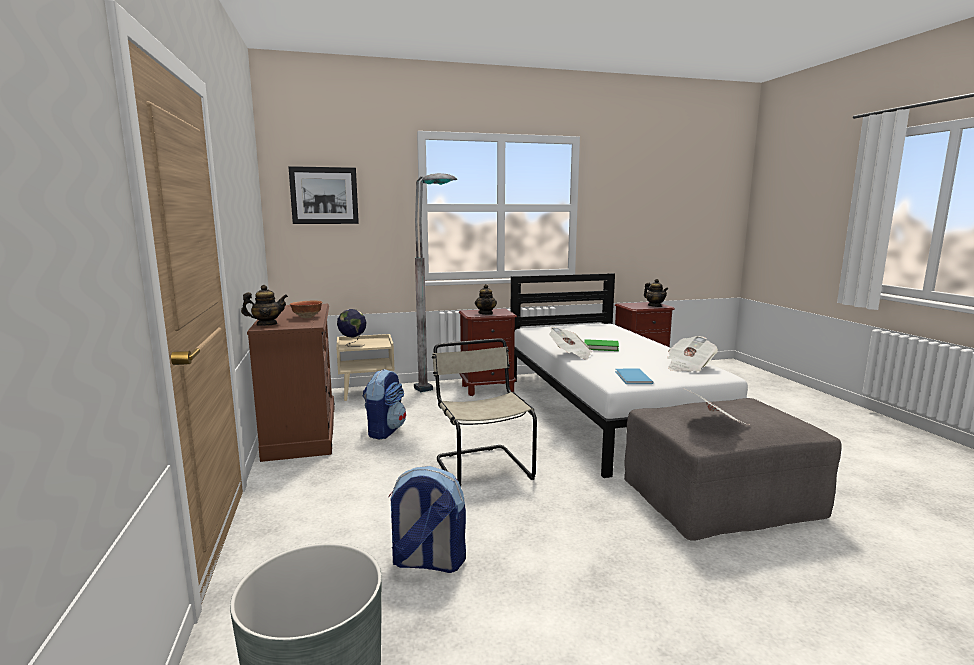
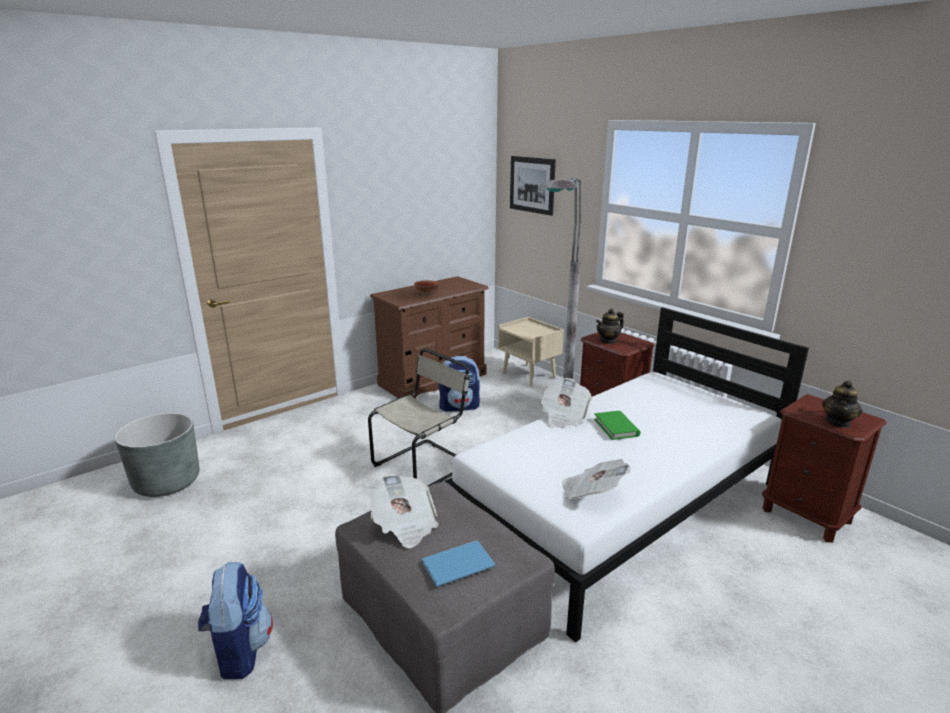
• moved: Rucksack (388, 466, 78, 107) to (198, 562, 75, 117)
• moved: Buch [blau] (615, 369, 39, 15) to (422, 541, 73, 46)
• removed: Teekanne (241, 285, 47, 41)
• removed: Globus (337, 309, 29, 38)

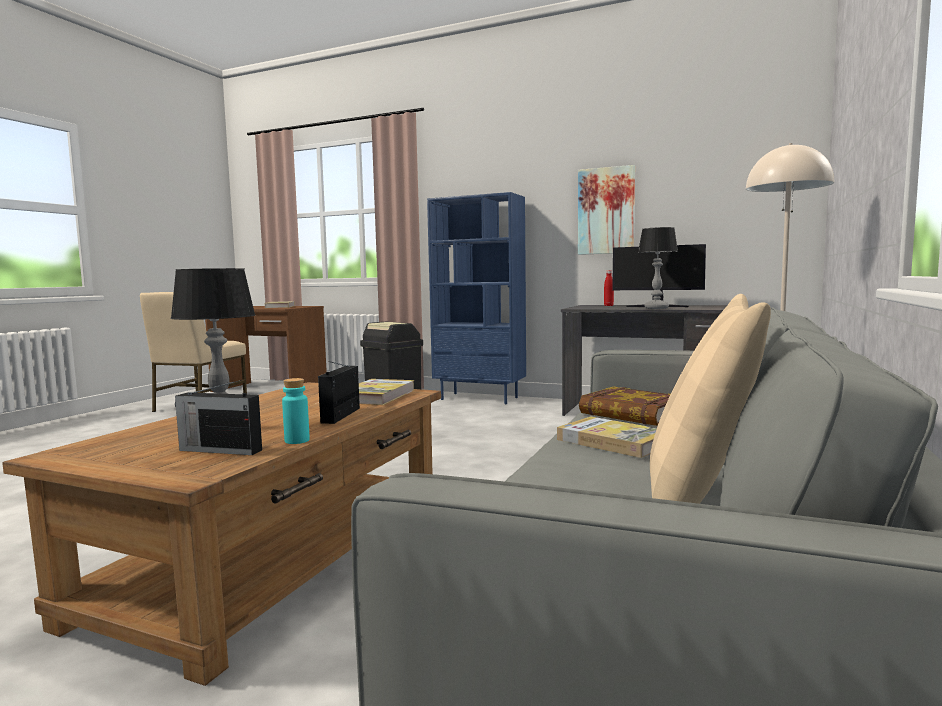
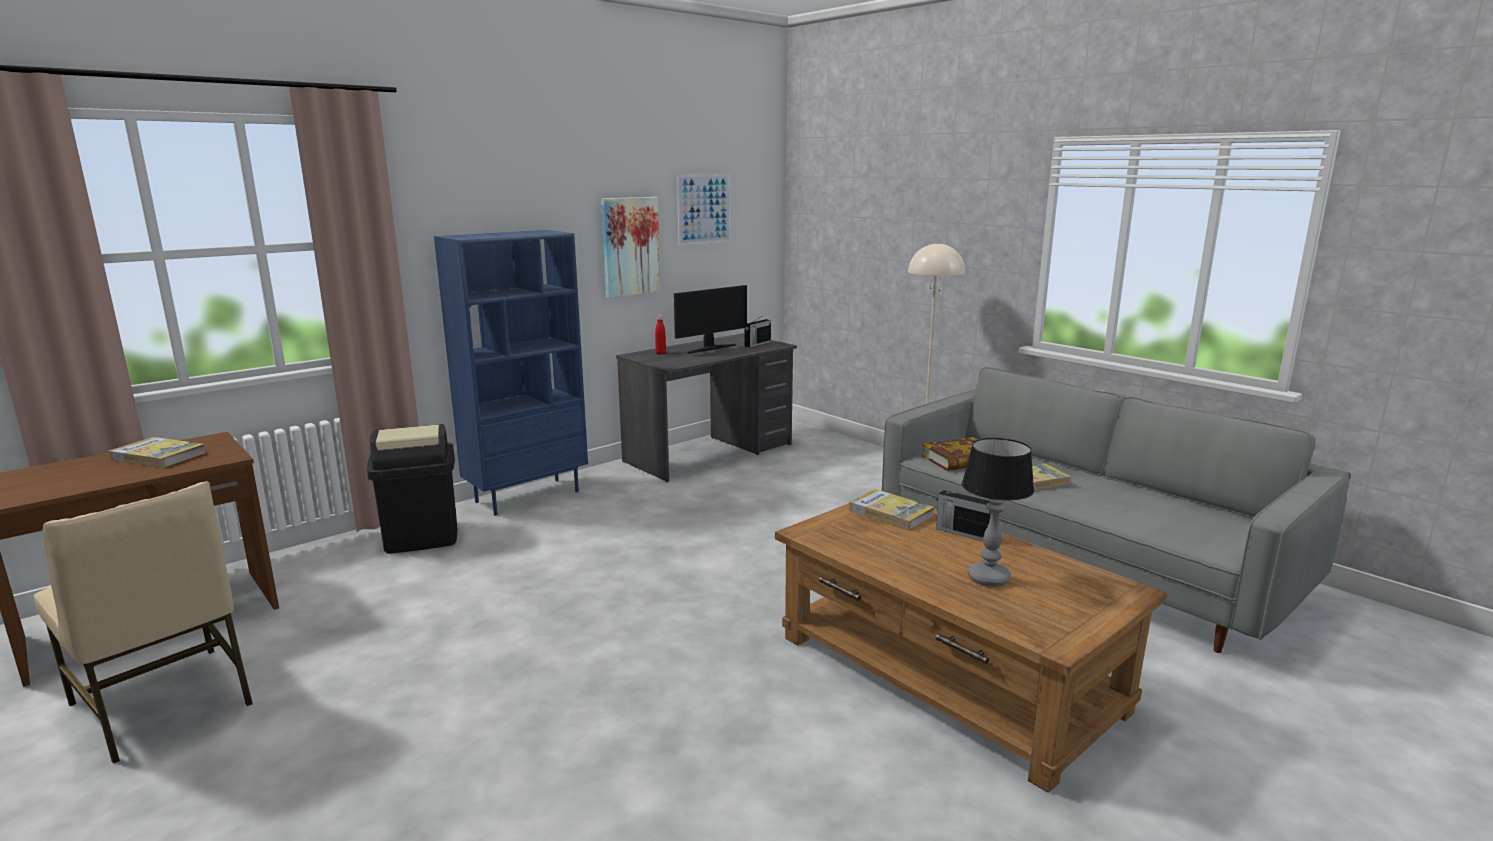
• added: Bild (677, 174, 54, 72)
• moved: Radio (175, 380, 87, 75) to (745, 315, 26, 32)
• removed: Flasche [türkis] (282, 378, 28, 66)
• removed: Tischlampe (638, 227, 40, 82)
• removed: Kissen [beige] (650, 294, 121, 210)

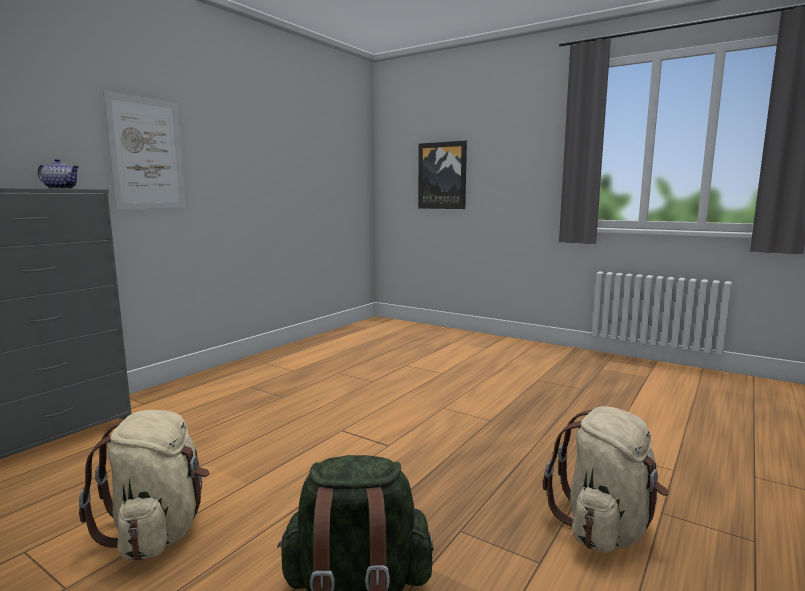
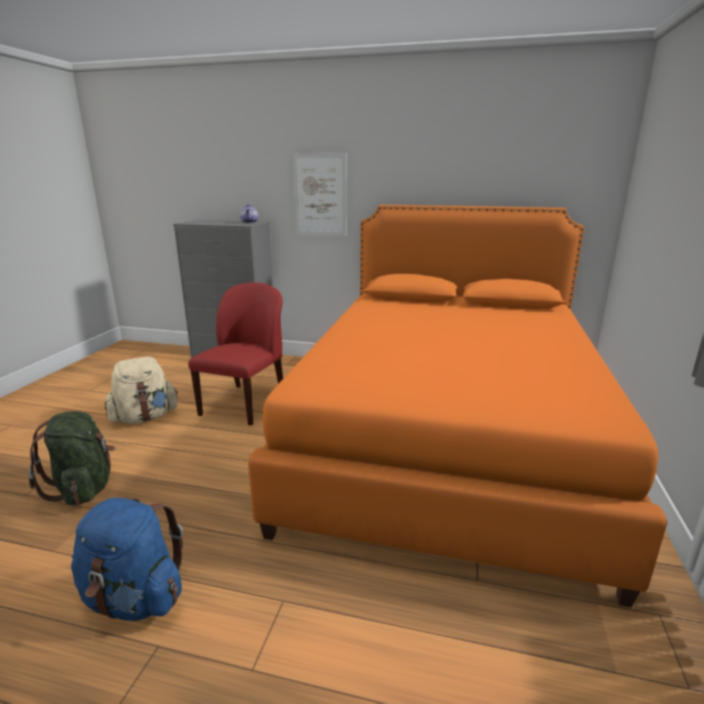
• recoloured: Rucksack [beige] (543, 406, 126, 147) to Rucksack [blau] (71, 497, 112, 124)
• added: Stuhl [rot] (188, 282, 95, 143)
• added: Bett [orange] (248, 205, 419, 402)
• removed: Bild (418, 141, 49, 68)

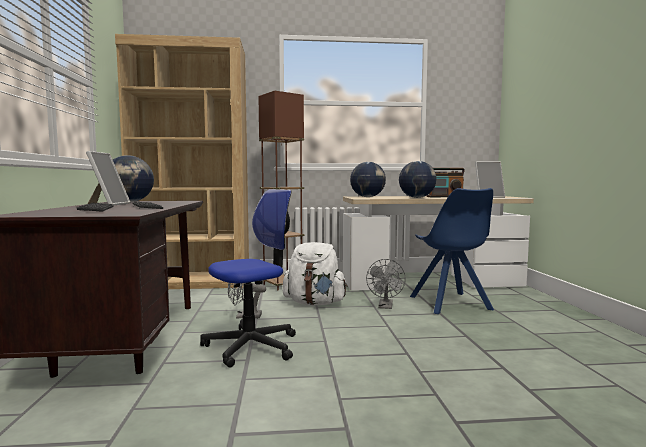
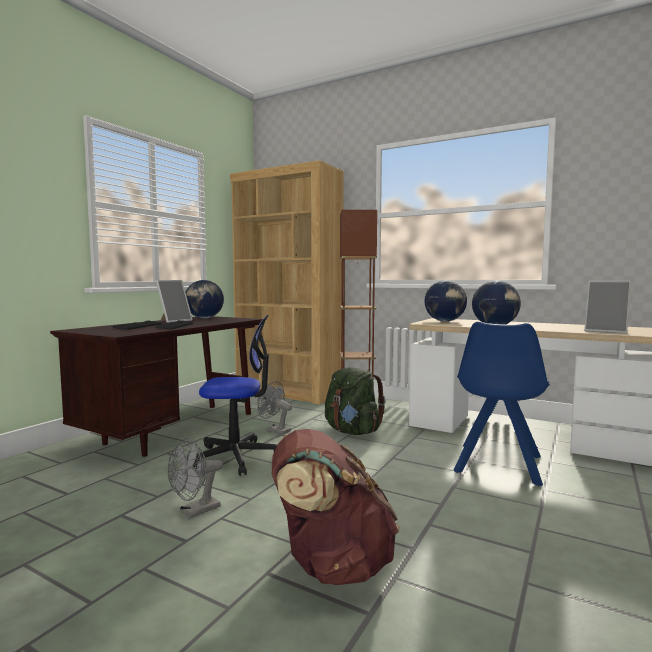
• moved: Ventilator [grau] (366, 259, 40, 50) to (168, 438, 55, 80)
• added: Rucksack [braun] (272, 429, 127, 156)
• recoloured: Rucksack [weiß] (283, 242, 65, 64) to Rucksack [grün] (325, 367, 61, 68)
• removed: Radio (427, 168, 38, 29)

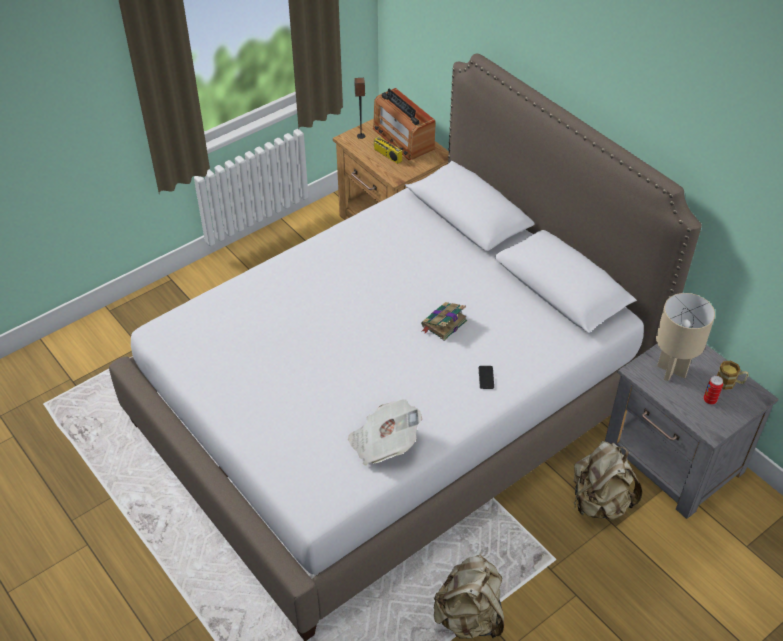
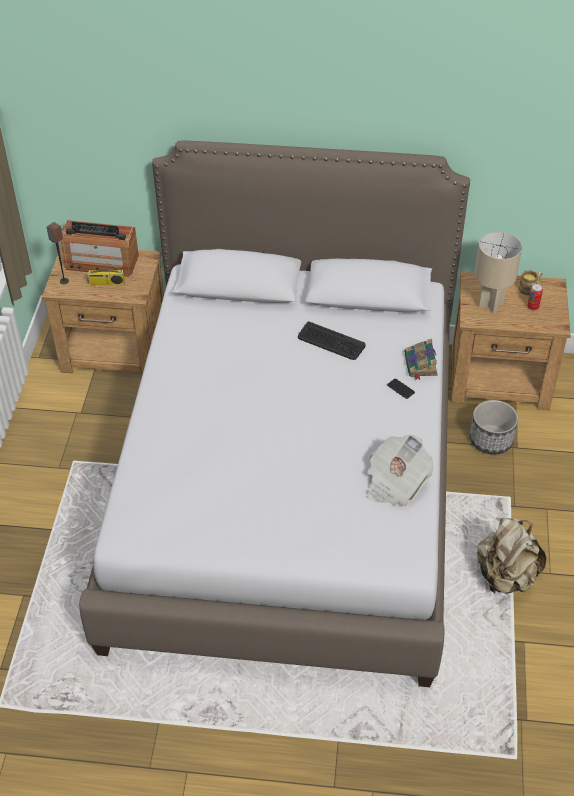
• added: Tastatur (298, 322, 68, 38)
• moved: Buch (421, 302, 46, 39) to (404, 339, 34, 41)
• recoloured: Nachttisch [grau] (605, 344, 174, 175) to Nachttisch [braun] (451, 272, 120, 138)
• replaced: Rucksack [beige] (573, 441, 70, 79) to Pflanzkübel (470, 400, 48, 54)

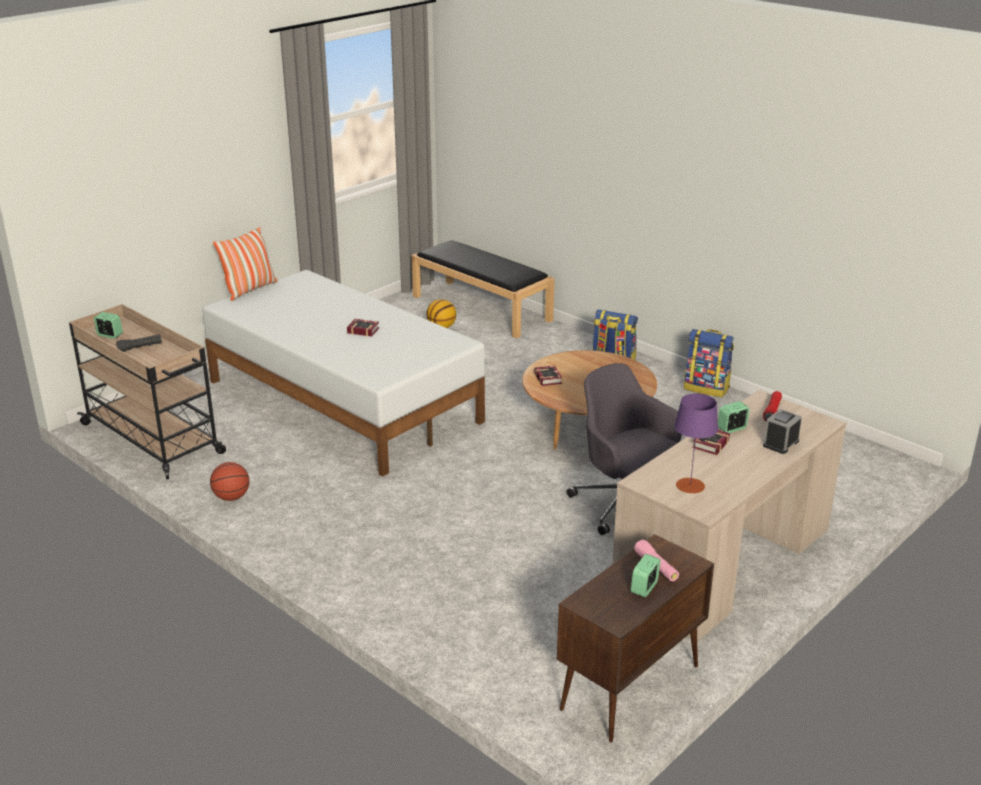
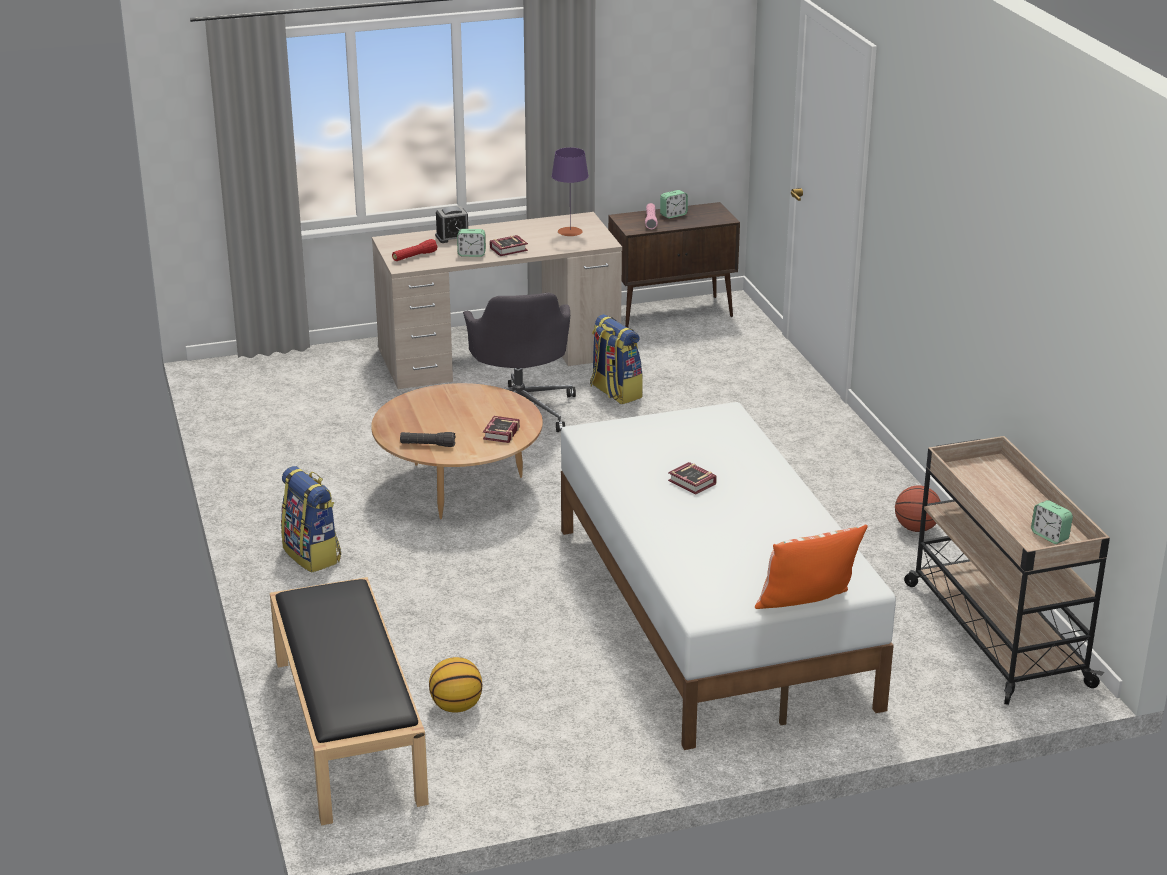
• moved: Taschenlampe [schwarz] (116, 334, 46, 18) to (400, 432, 56, 15)
• moved: Rucksack (684, 329, 50, 68) to (590, 314, 53, 90)

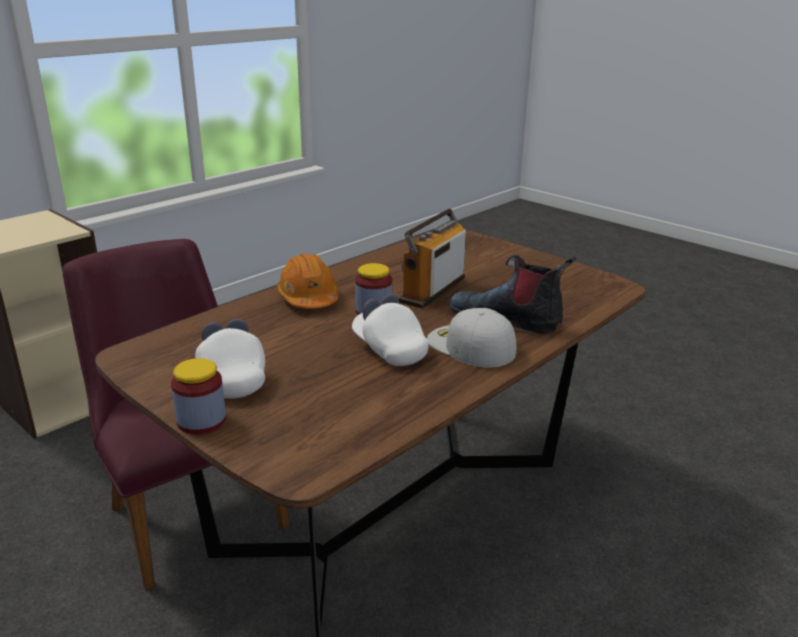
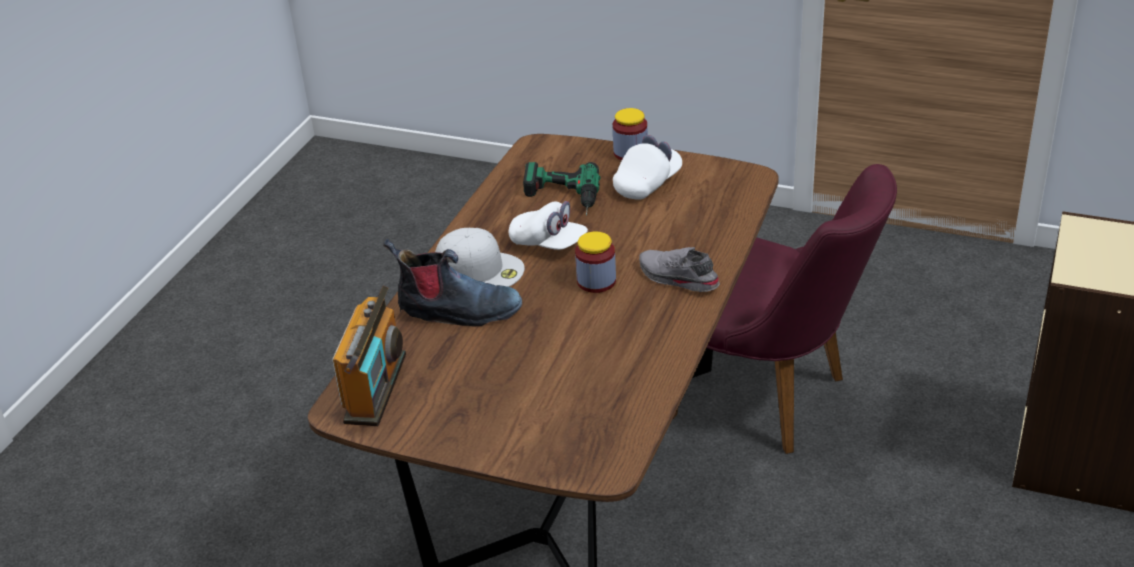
• moved: Radio (398, 209, 68, 100) to (332, 286, 74, 140)
• added: Bohrmaschine (523, 162, 78, 54)
• turned: Kappe [weiß] (195, 319, 70, 79) = (613, 135, 69, 65) 90 degrees counterclockwise
• replaced: Schutzhelm [orange] (277, 253, 61, 55) to Schuh [grau] (639, 247, 81, 45)

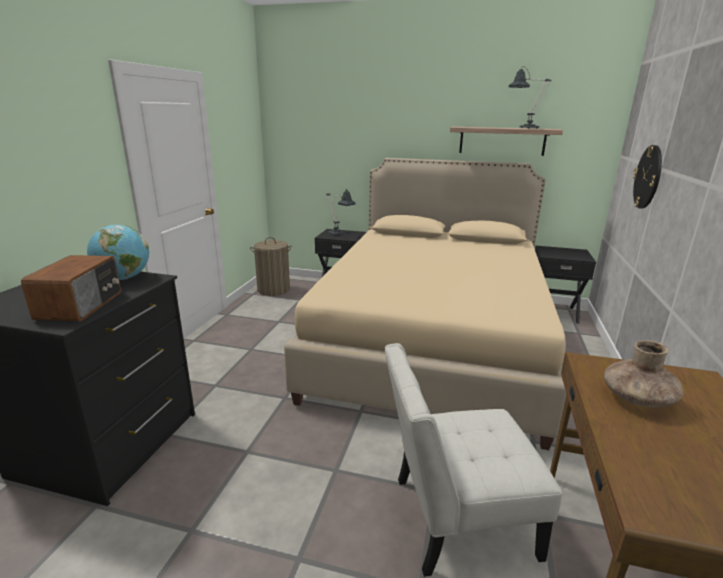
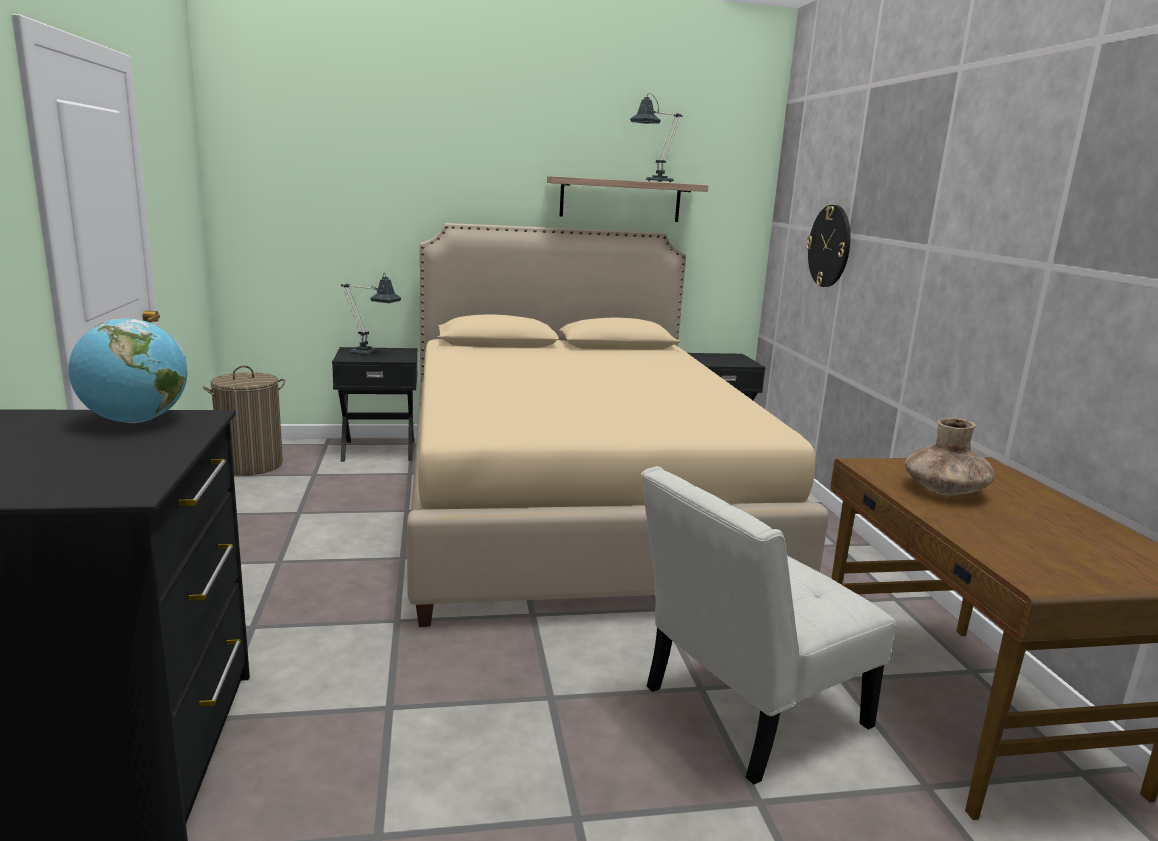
• removed: Radio (21, 255, 100, 66)

